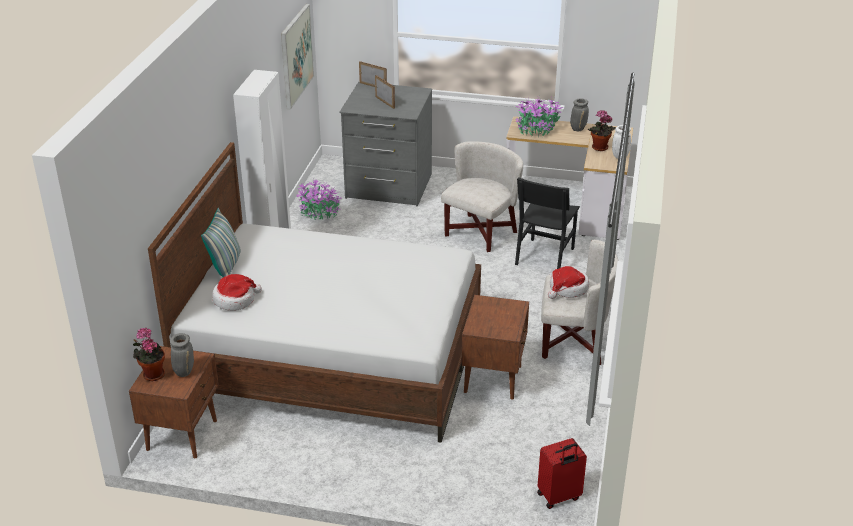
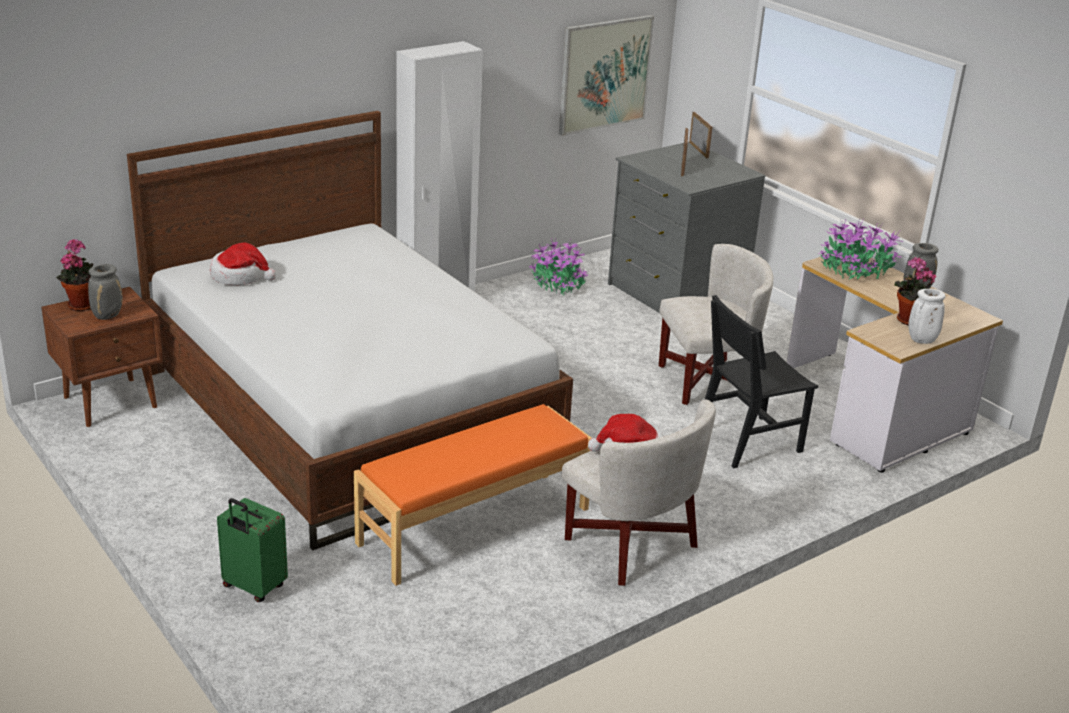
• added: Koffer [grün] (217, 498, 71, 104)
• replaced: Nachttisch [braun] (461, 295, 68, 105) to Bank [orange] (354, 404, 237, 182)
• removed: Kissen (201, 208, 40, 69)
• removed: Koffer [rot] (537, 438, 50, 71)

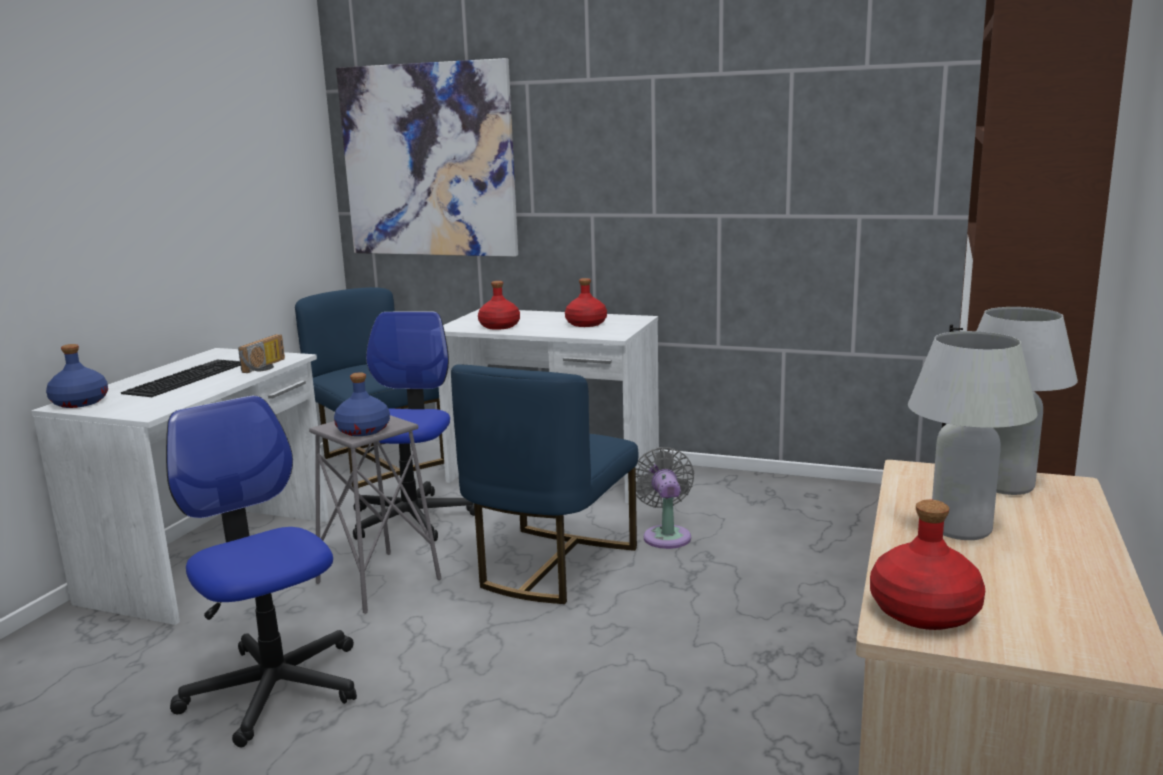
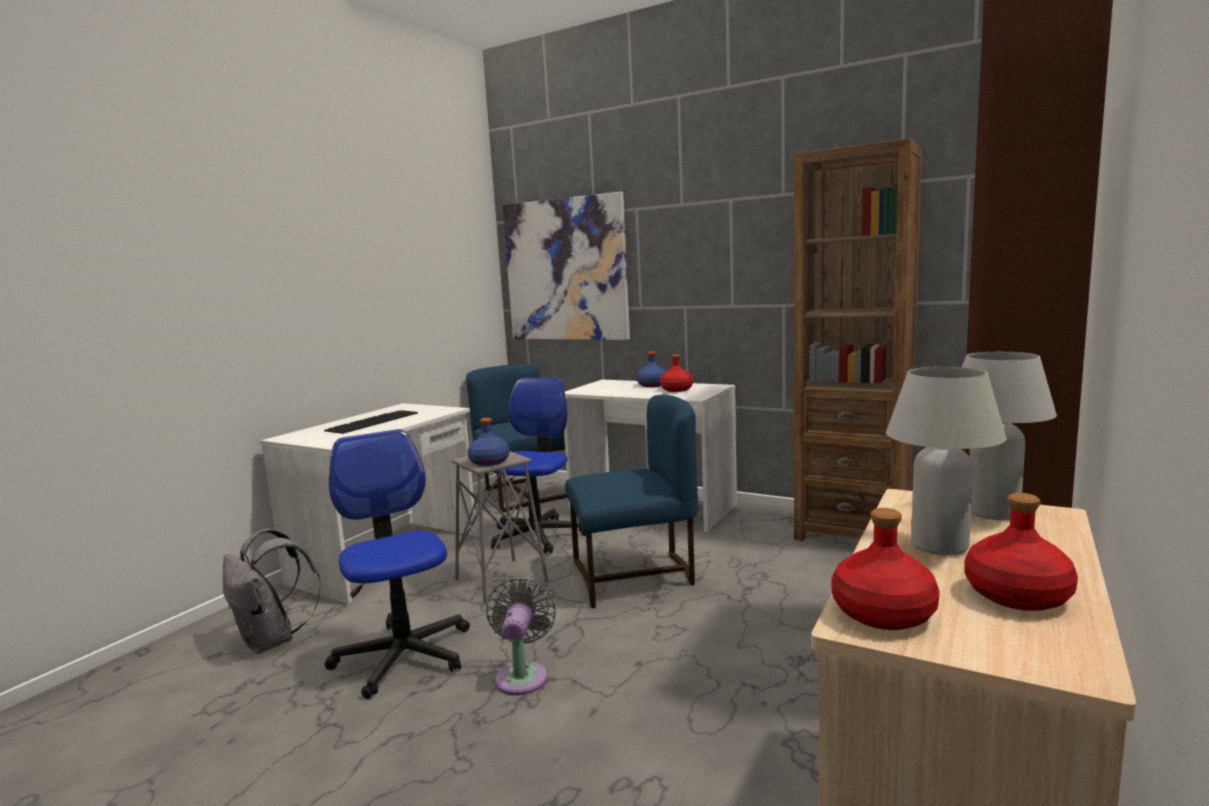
• added: Rucksack [grau] (223, 529, 98, 125)
• moved: Ventilator [grau] (636, 447, 59, 102) to (486, 577, 70, 118)
• turned: Stuhl [blau] (451, 364, 188, 240) = (565, 395, 134, 213) 135 degrees counterclockwise
• moved: Flasche [blau] (46, 344, 62, 64) to (637, 351, 29, 36)
• added: Bücherregal [braun] (794, 138, 128, 403)
• moved: Flasche [rot] (478, 281, 42, 49) to (965, 493, 113, 118)
• removed: Radio (238, 334, 47, 39)

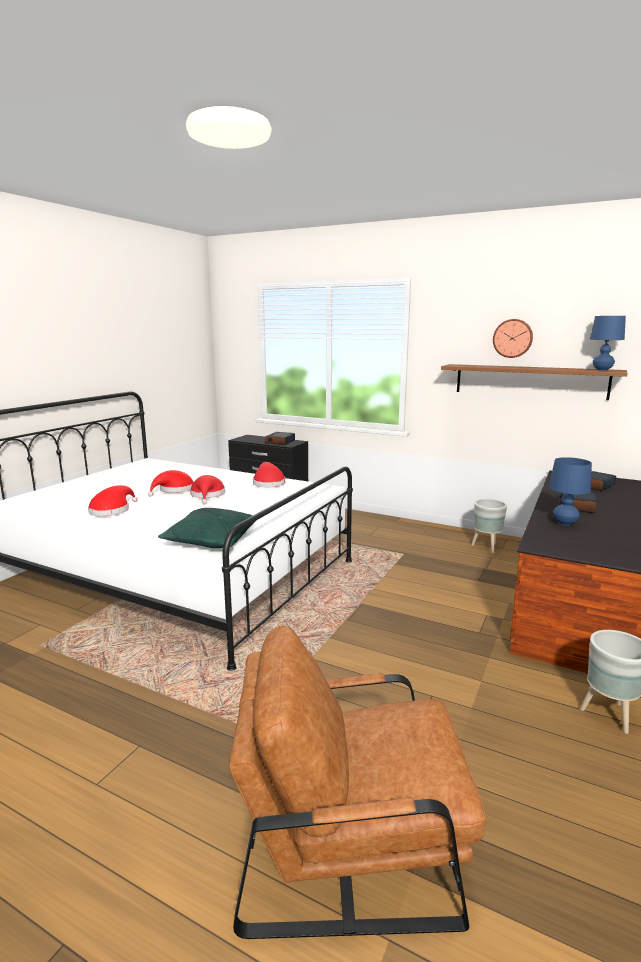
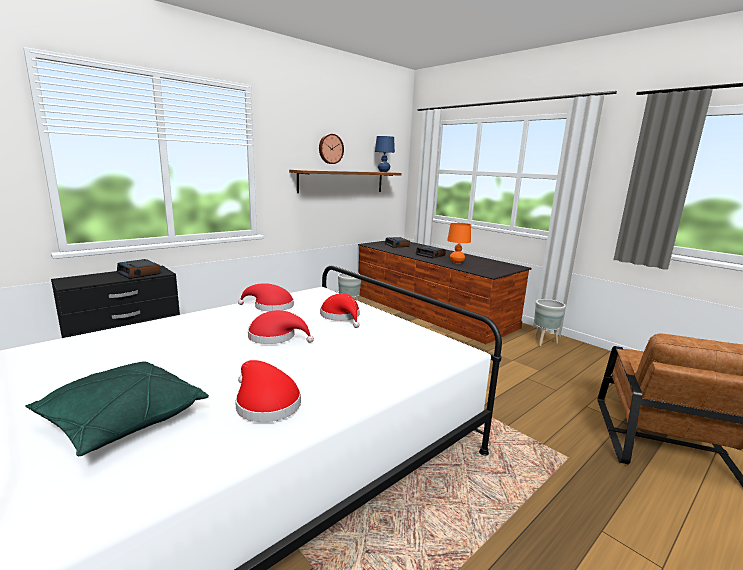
• moved: Kissen [grün] (158, 508, 98, 40) to (25, 361, 184, 95)
• moved: Hut [rot] (148, 470, 46, 27) to (320, 293, 40, 35)
• recoloured: Tischlampe [blau] (549, 457, 43, 69) to Tischlampe [orange] (447, 223, 24, 41)

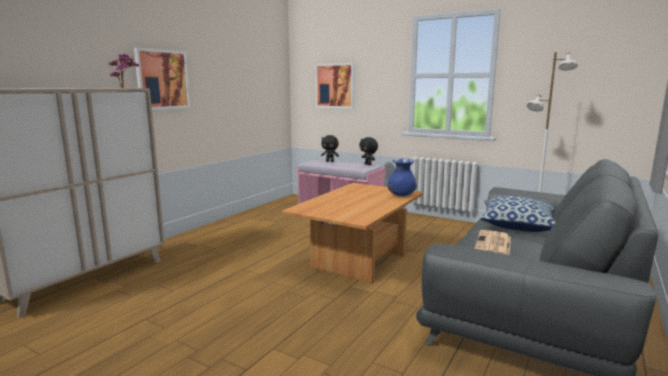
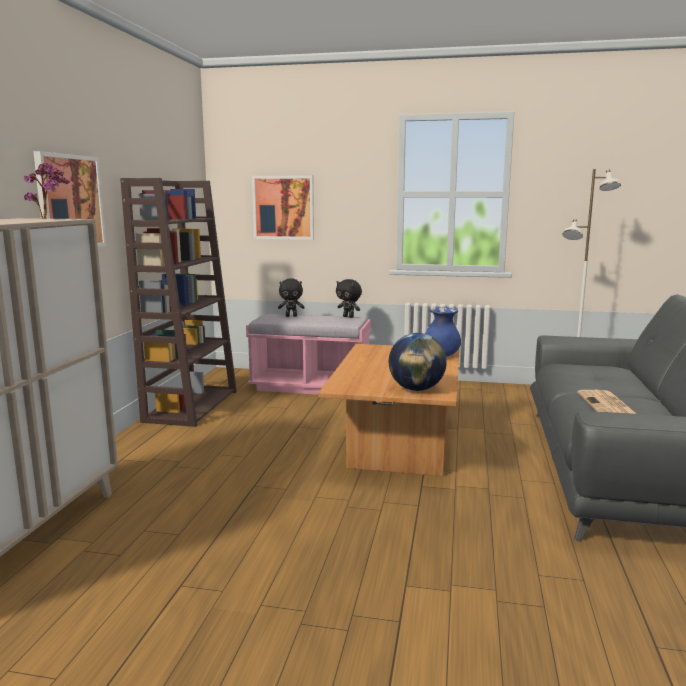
• added: Bücherregal [braun] (120, 178, 117, 249)
• added: Globus (389, 333, 58, 58)
• removed: Kissen (480, 196, 76, 36)

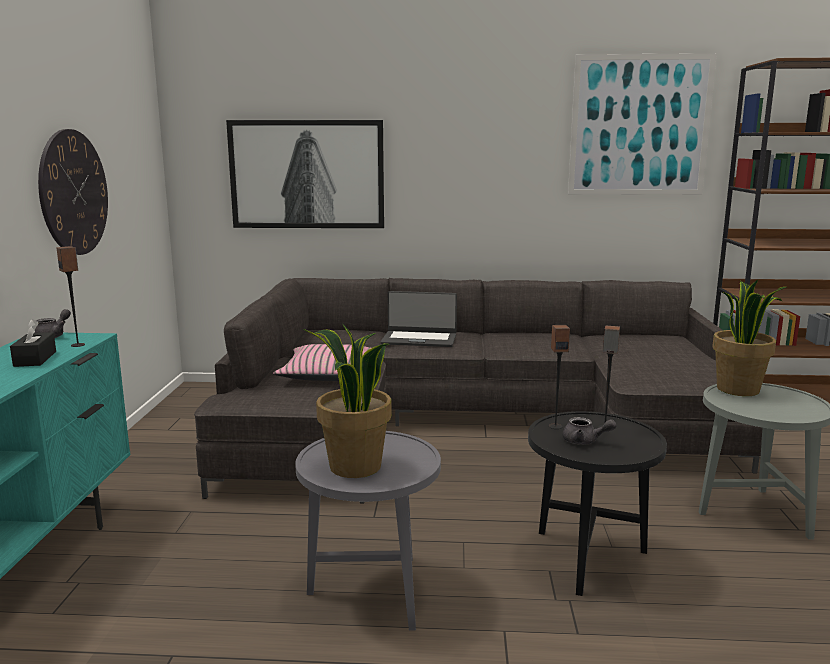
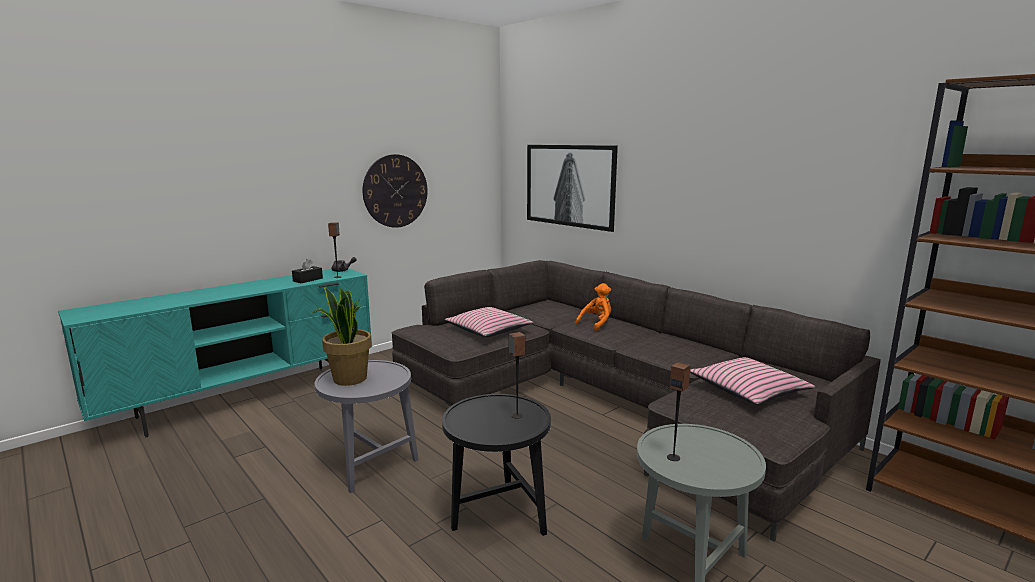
• replaced: Laptop (380, 291, 77, 56) to Plüschtier [orange] (575, 283, 36, 48)
• moved: Lautsprecher (549, 325, 21, 104) to (667, 362, 24, 99)
• added: Kissen [rosa] (690, 357, 125, 48)
• removed: Teekanne [grau] (562, 417, 54, 28)
• removed: Bild (568, 53, 149, 142)
• removed: Topfpflanze (712, 280, 75, 116)

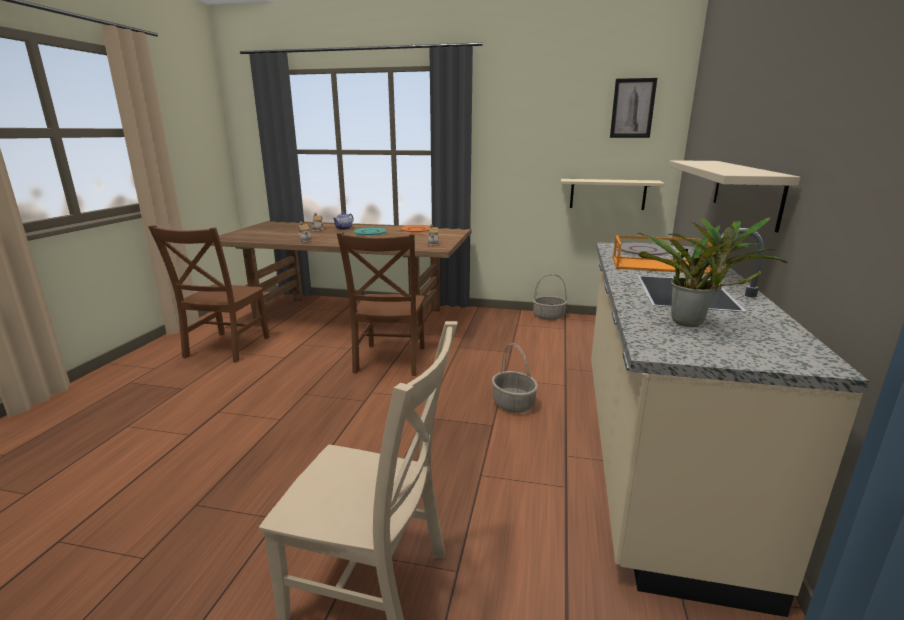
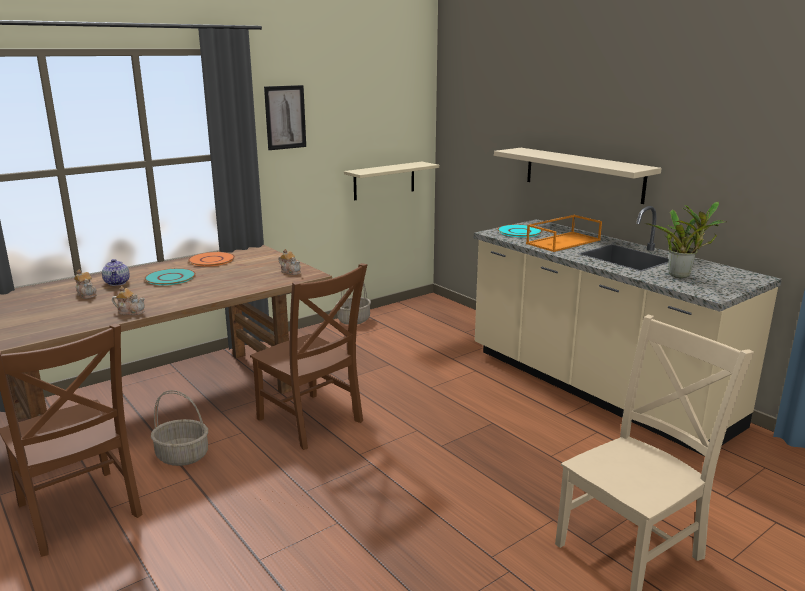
• moved: Korb (492, 343, 46, 70) to (151, 390, 57, 76)
• moved: Bild (610, 78, 47, 60) to (264, 85, 42, 65)
• recoloured: Teller [grau] (617, 242, 51, 14) to Teller [türkis] (497, 224, 45, 13)

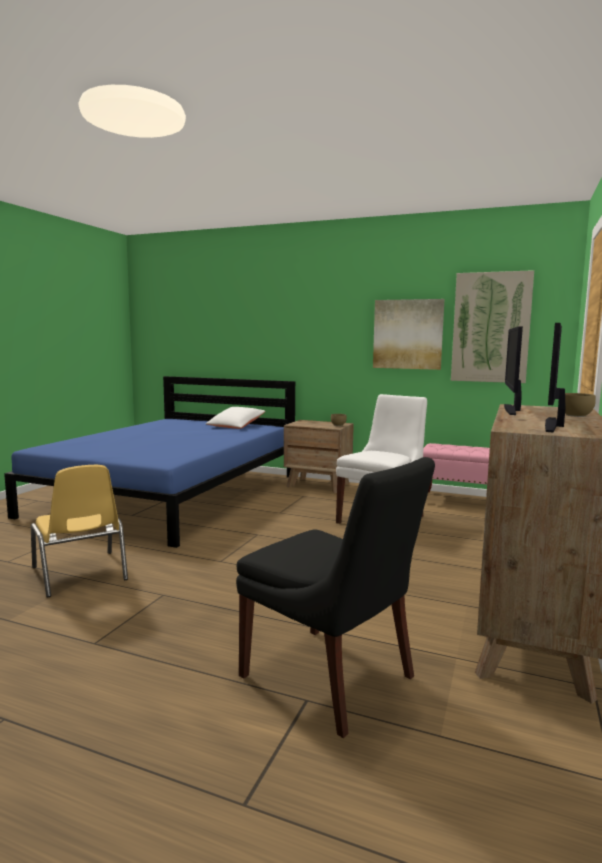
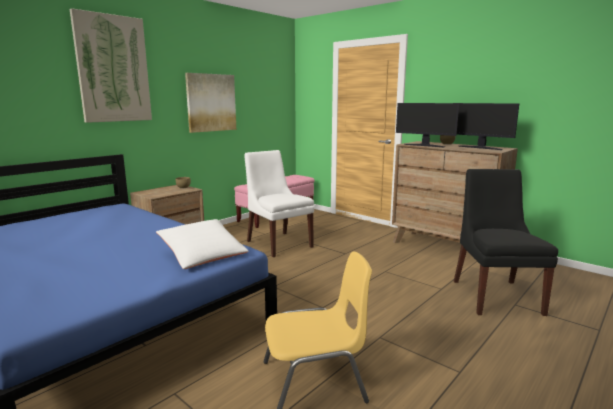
• moved: Bild (451, 270, 83, 113) to (70, 8, 82, 115)
• moved: Kissen [weiß] (206, 407, 59, 22) to (156, 219, 93, 50)
• turned: Stuhl [schwarz] (236, 457, 199, 281) = (454, 169, 104, 147) 60 degrees counterclockwise

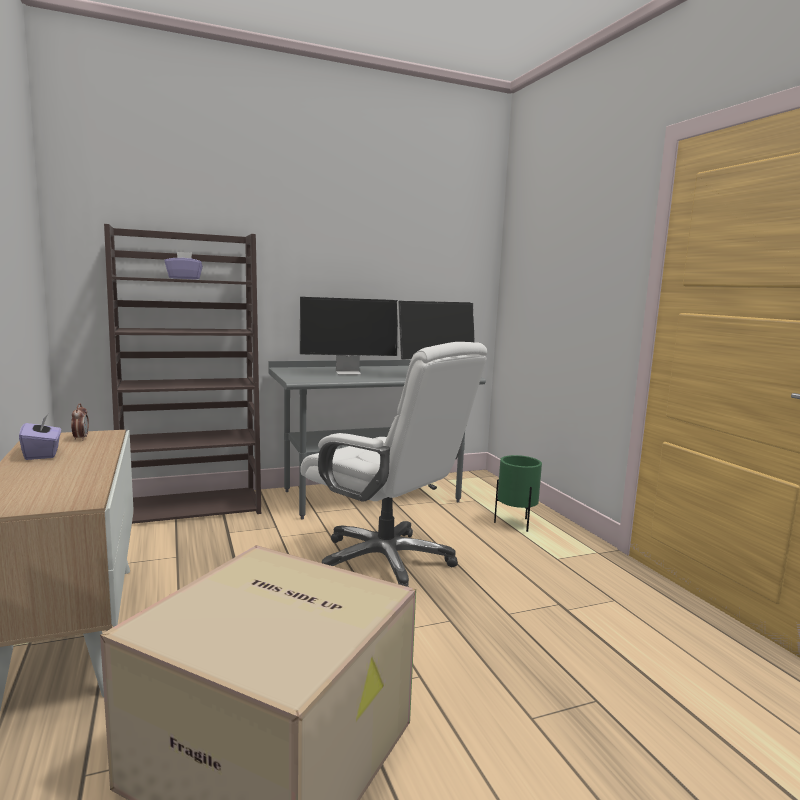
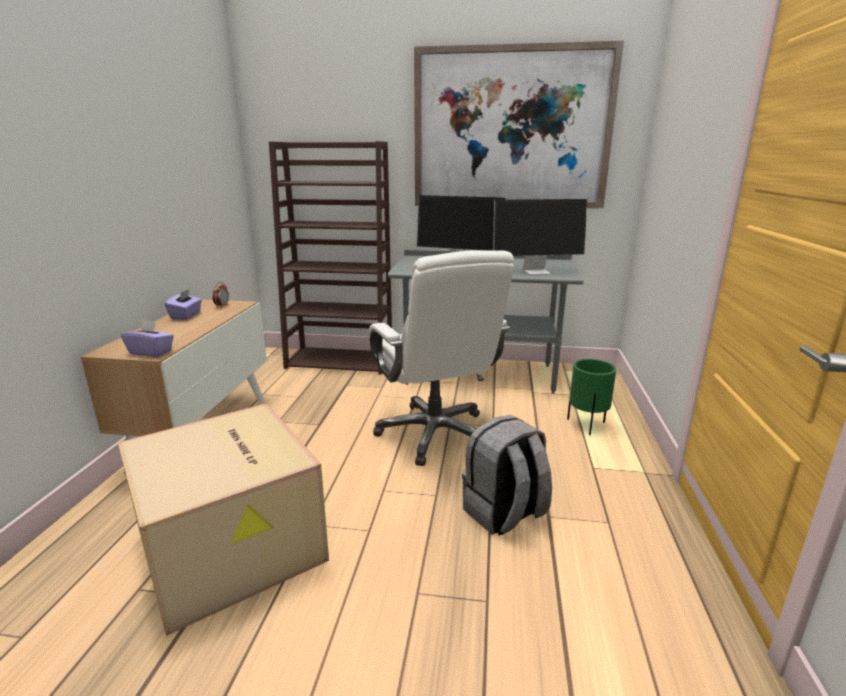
• moved: Taschentuchbox [lila] (165, 252, 38, 28) to (121, 320, 53, 37)
• added: Bild (414, 41, 210, 167)
• added: Rucksack [grau] (462, 415, 90, 120)

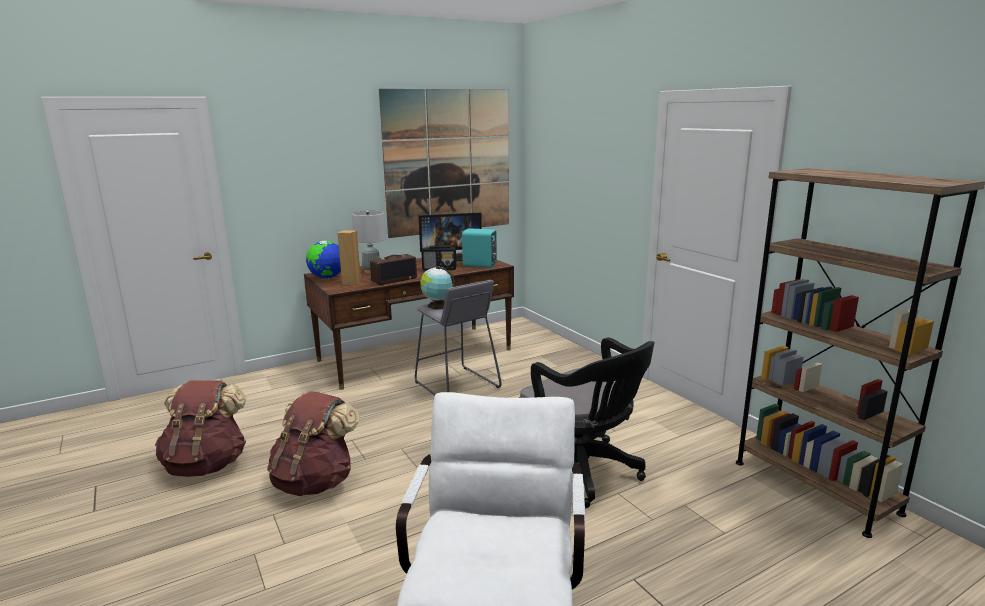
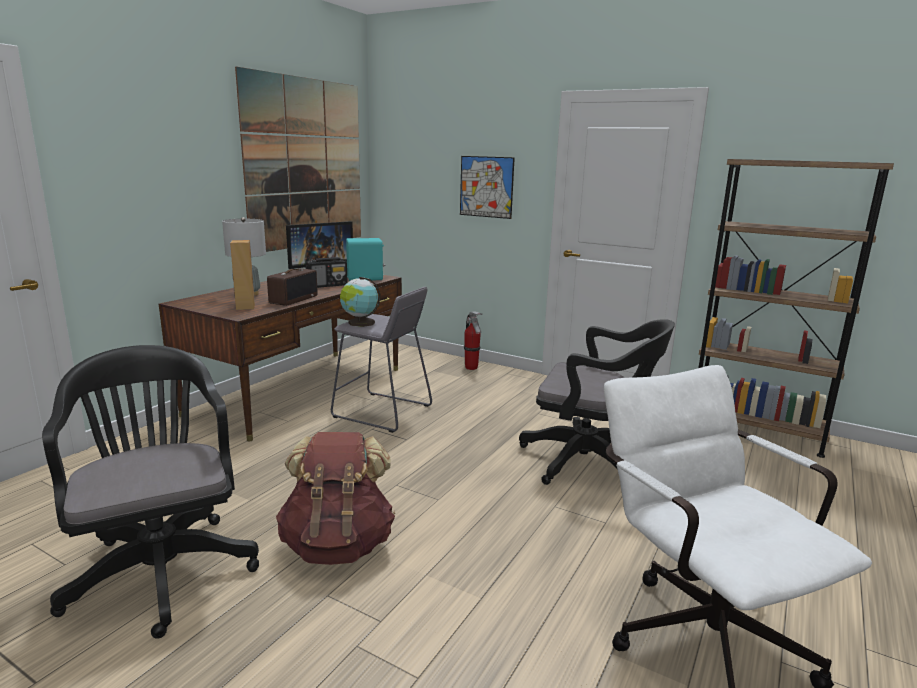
• replaced: Rucksack [braun] (155, 380, 91, 97) to Bürostuhl [schwarz] (42, 345, 217, 294)
• added: Bild (460, 156, 55, 63)
• added: Feuerlöscher (464, 312, 18, 58)
• removed: Globus (306, 241, 35, 38)

